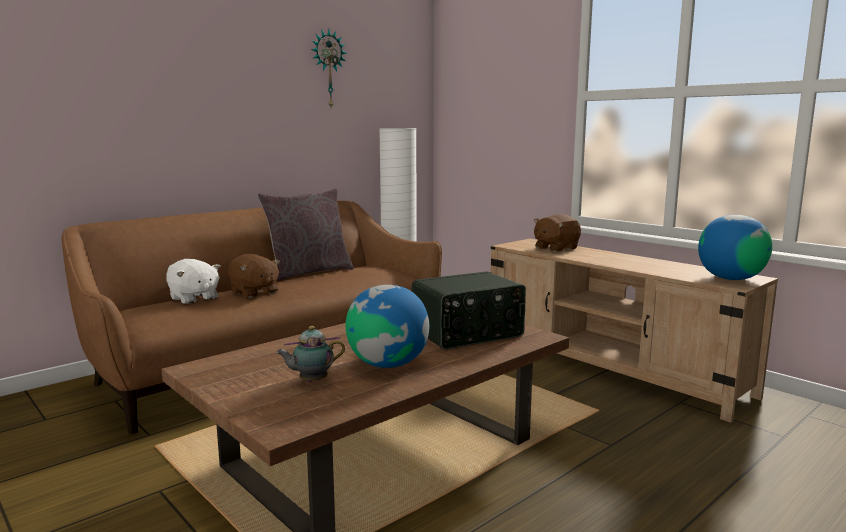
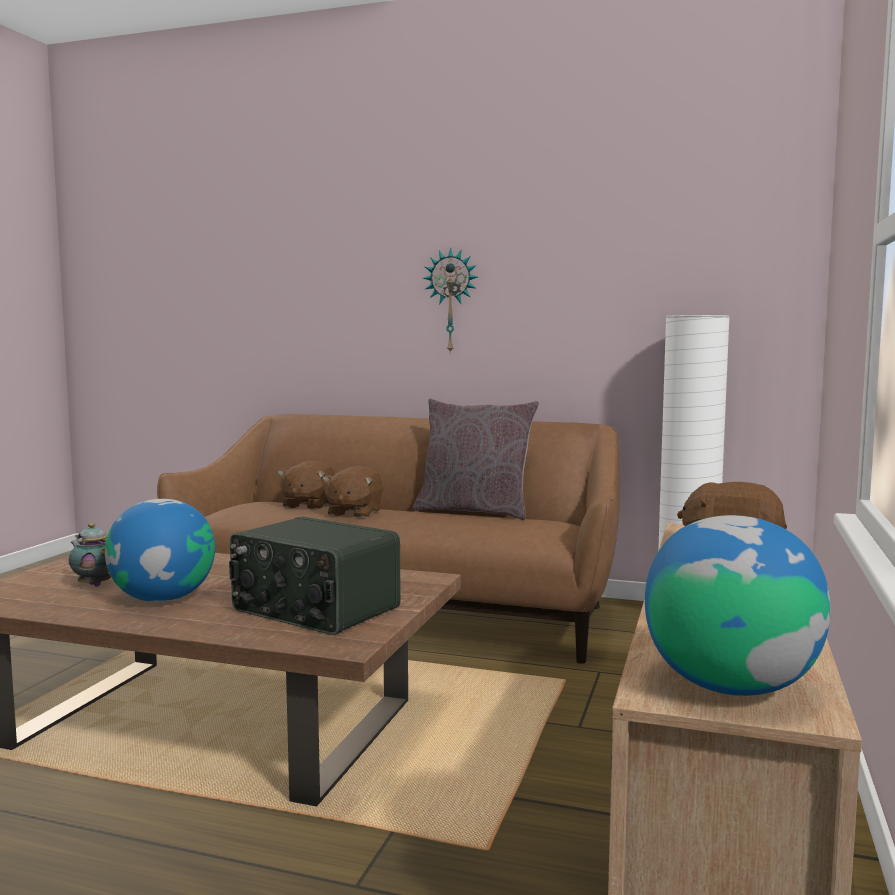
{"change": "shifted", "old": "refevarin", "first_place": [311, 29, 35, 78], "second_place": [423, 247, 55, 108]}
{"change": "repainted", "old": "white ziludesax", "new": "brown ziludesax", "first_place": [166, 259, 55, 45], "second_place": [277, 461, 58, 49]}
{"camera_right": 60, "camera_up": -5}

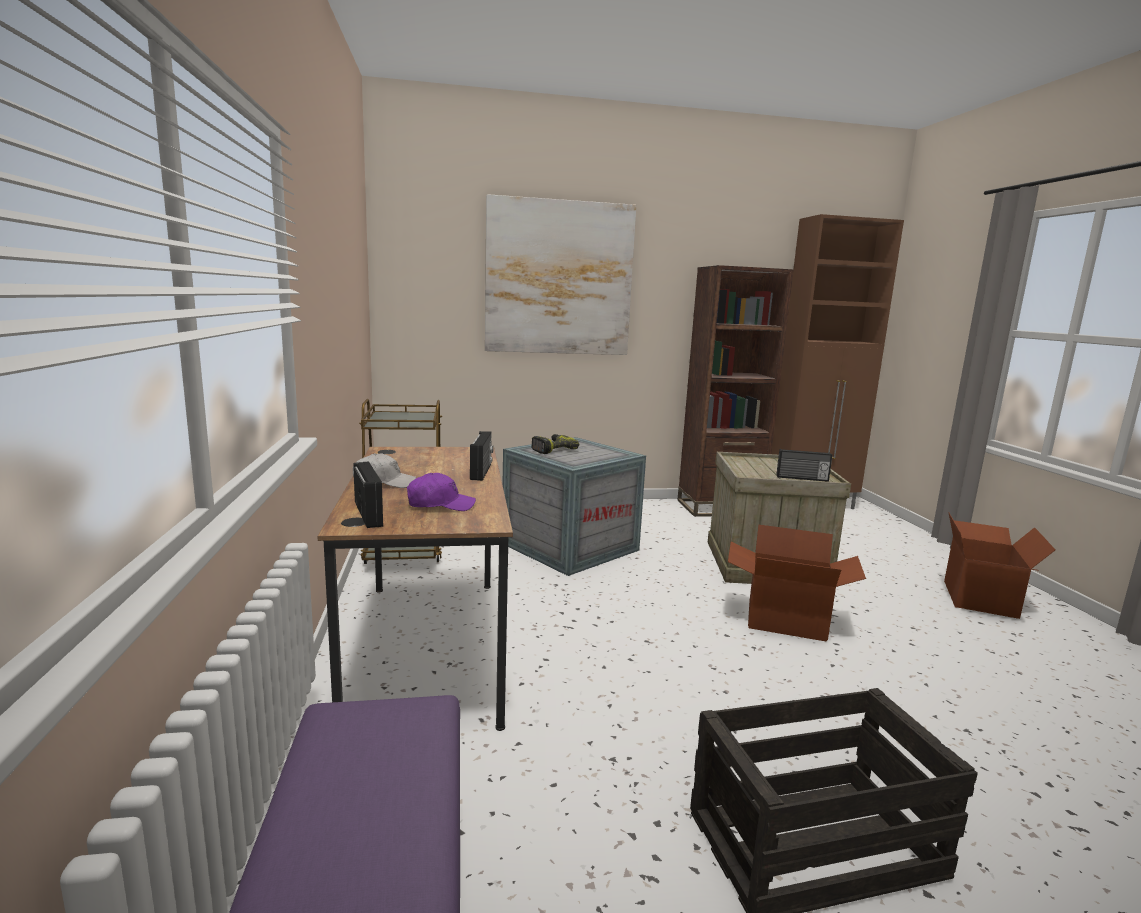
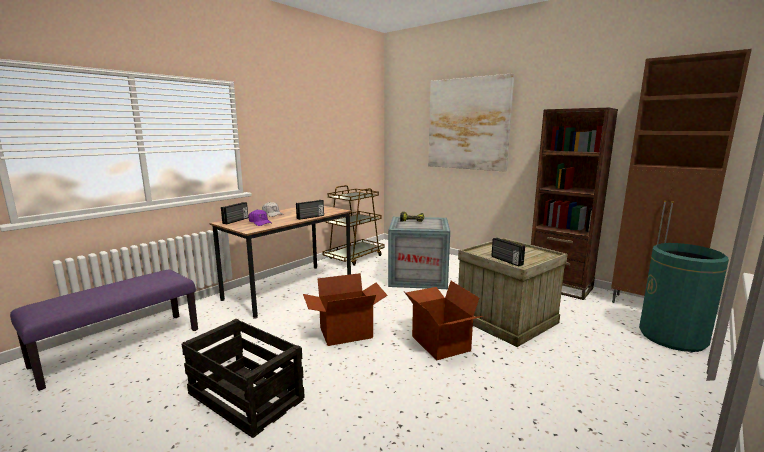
{"change": "shifted", "old": "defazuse", "first_place": [944, 512, 111, 107], "second_place": [303, 273, 85, 73]}
{"change": "new", "new": "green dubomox", "second_place": [639, 243, 90, 109]}
{"camera_right": 50, "camera_up": 0}

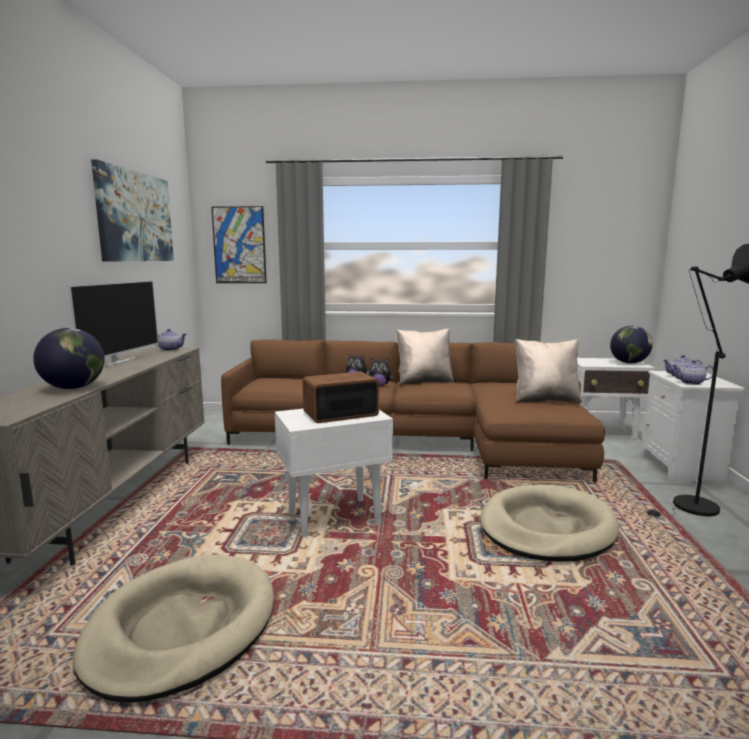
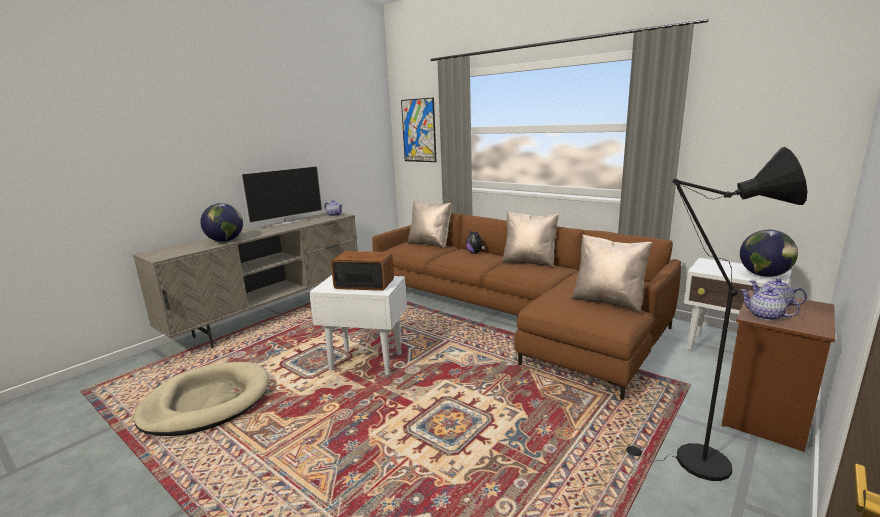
{"change": "gone", "old": "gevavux", "first_place": [91, 159, 83, 103]}
{"change": "gone", "old": "ziludesax", "first_place": [369, 359, 24, 27]}
{"change": "repainted", "old": "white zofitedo", "new": "brown zofitedo", "first_place": [641, 371, 104, 111], "second_place": [721, 290, 114, 162]}
{"change": "gone", "old": "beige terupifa", "first_place": [480, 485, 139, 76]}
{"change": "new", "new": "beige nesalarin", "second_place": [408, 200, 43, 48]}
{"camera_right": 35, "camera_up": 5}

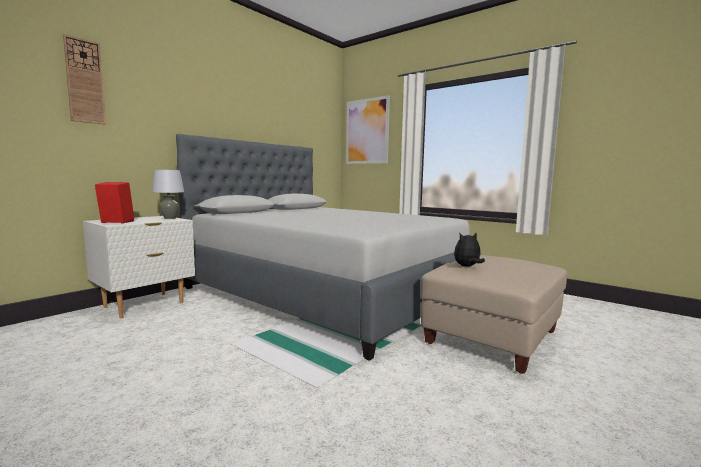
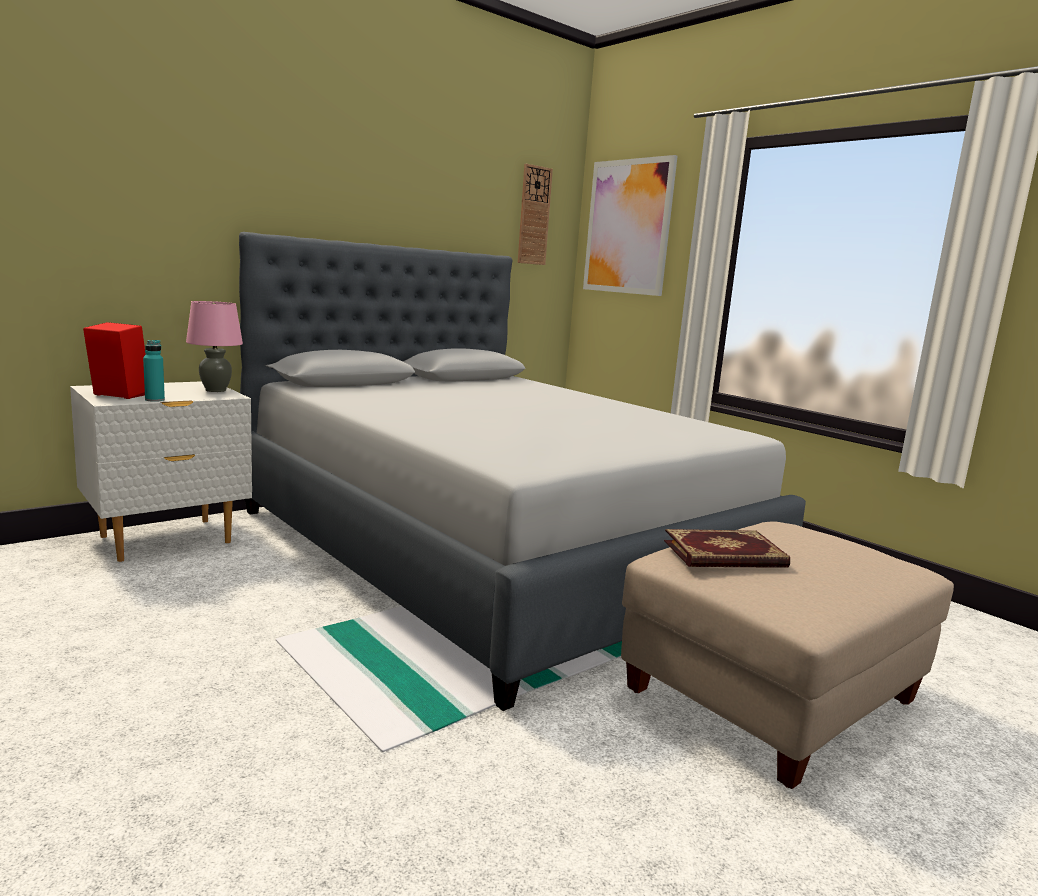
{"change": "shifted", "old": "refevarin", "first_place": [63, 34, 43, 91], "second_place": [518, 164, 35, 101]}
{"change": "repainted", "old": "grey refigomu", "new": "pink refigomu", "first_place": [152, 170, 32, 49], "second_place": [186, 301, 57, 91]}
{"change": "swapped", "old": "ziludesax", "new": "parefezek", "first_place": [454, 233, 31, 33], "second_place": [664, 529, 126, 39]}
{"change": "new", "new": "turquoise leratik", "second_place": [143, 340, 22, 62]}
{"camera_right": 10, "camera_up": 5}

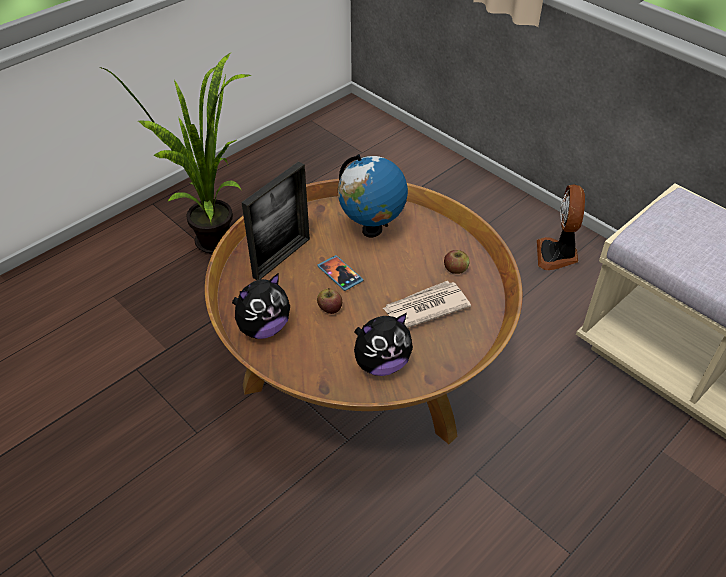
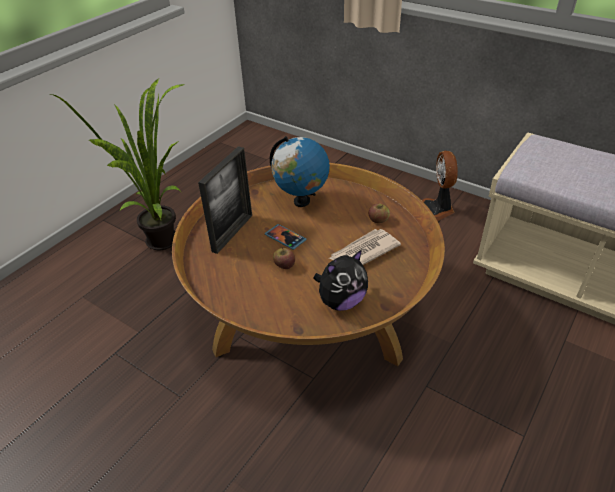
{"change": "gone", "old": "ziludesax", "first_place": [232, 273, 58, 66]}
{"camera_right": -10, "camera_up": -5}

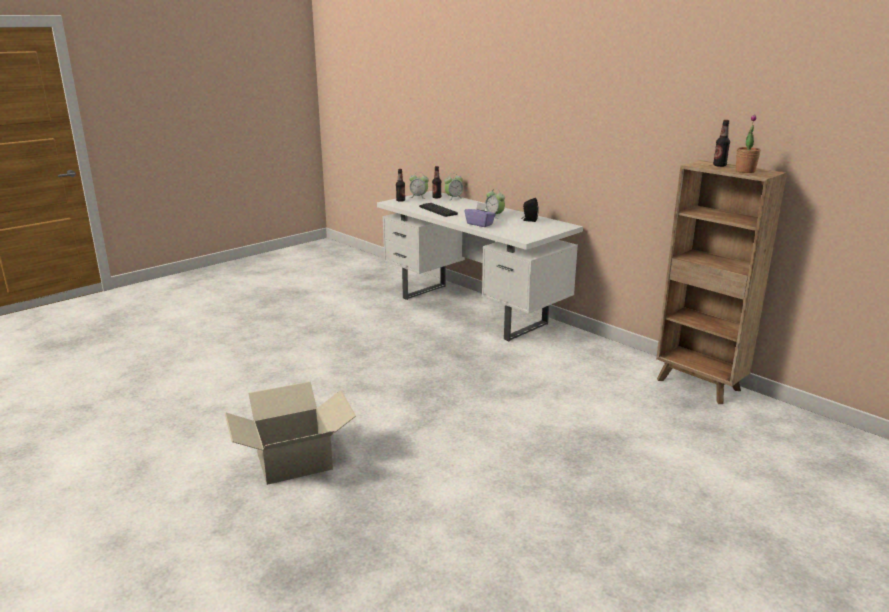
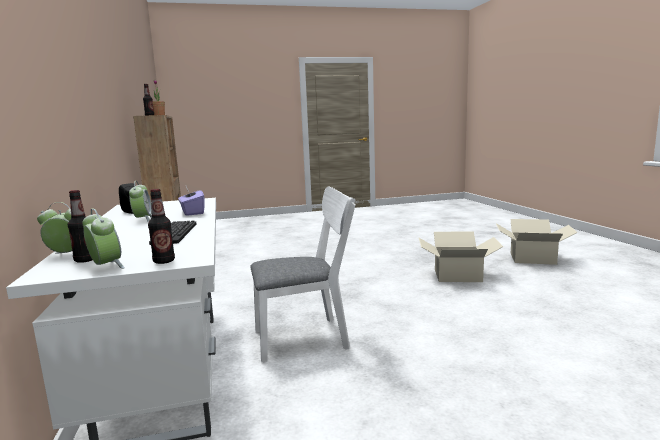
{"change": "new", "new": "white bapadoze", "second_place": [250, 186, 106, 176]}
{"change": "new", "new": "defazuse", "second_place": [496, 219, 82, 46]}
{"camera_right": -150, "camera_up": -10}

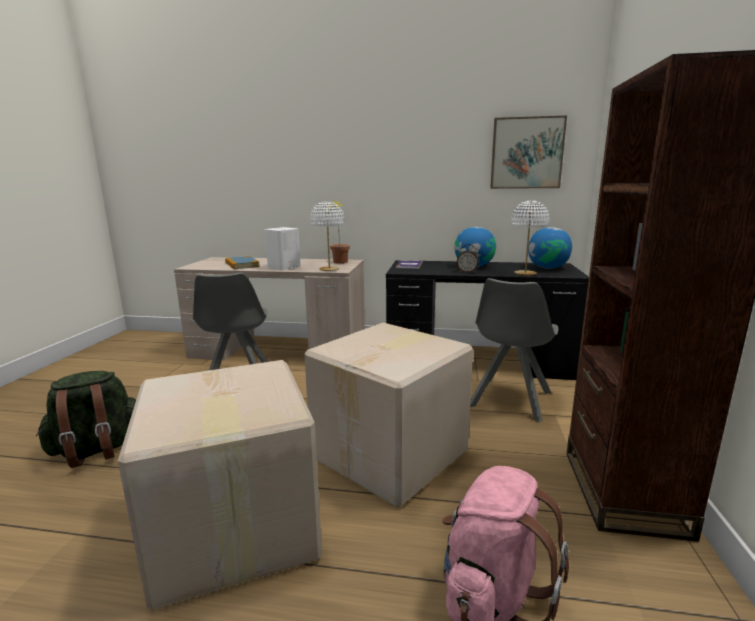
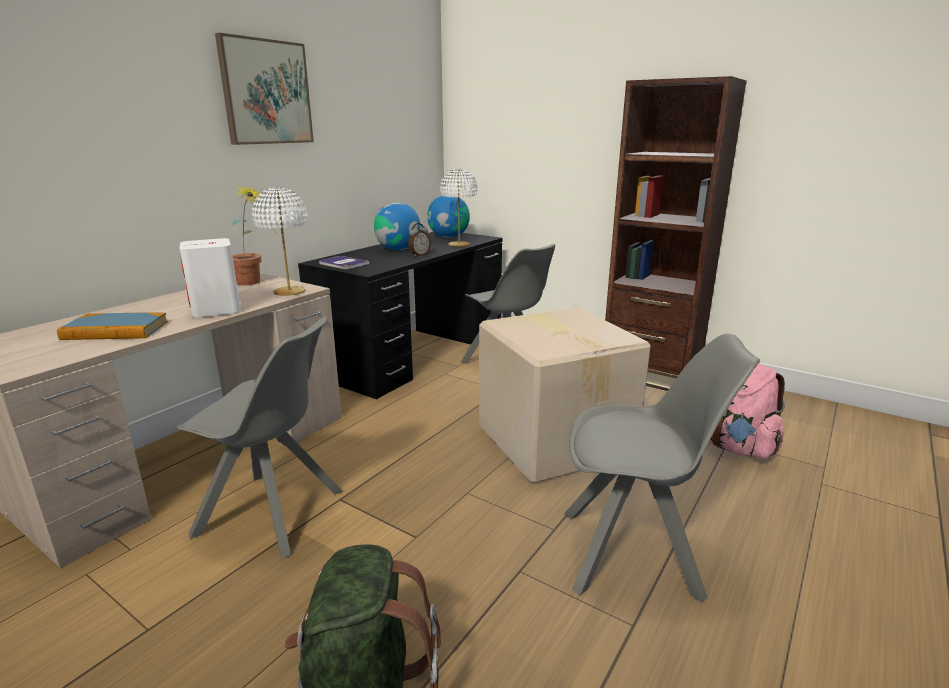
{"change": "shifted", "old": "gevavux", "first_place": [490, 116, 77, 73], "second_place": [215, 33, 99, 112]}
{"change": "swapped", "old": "defazuse", "new": "grey bapadoze", "first_place": [118, 360, 204, 250], "second_place": [564, 334, 196, 268]}
{"camera_right": -65, "camera_up": 5}

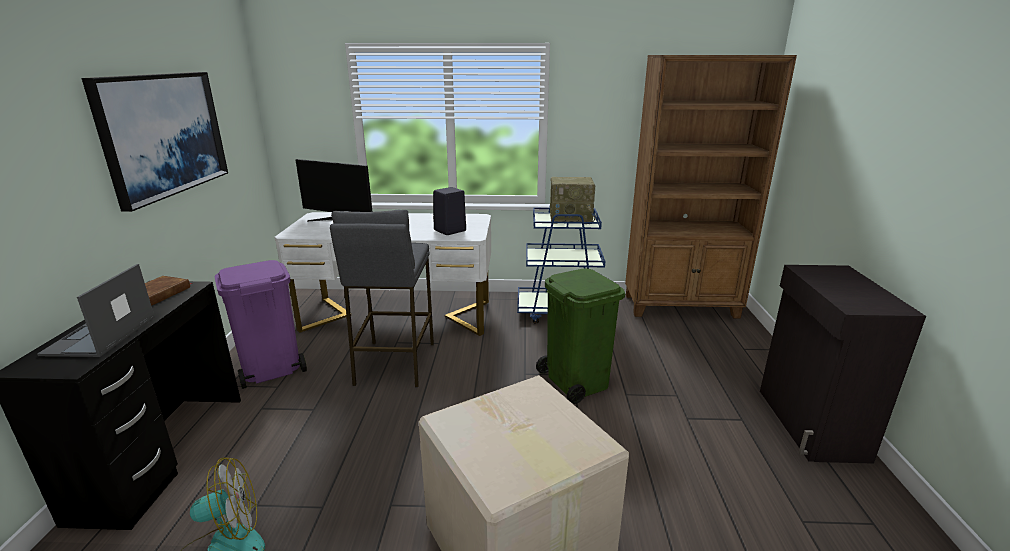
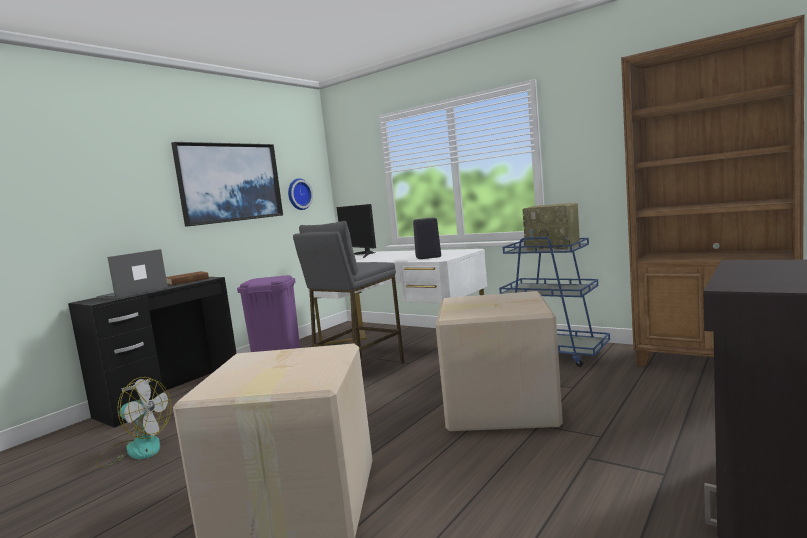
{"change": "swapped", "old": "green dubomox", "new": "defazuse", "first_place": [536, 268, 89, 136], "second_place": [436, 291, 127, 140]}
{"change": "new", "new": "refevarin", "second_place": [288, 178, 25, 32]}
{"camera_right": 35, "camera_up": -15}

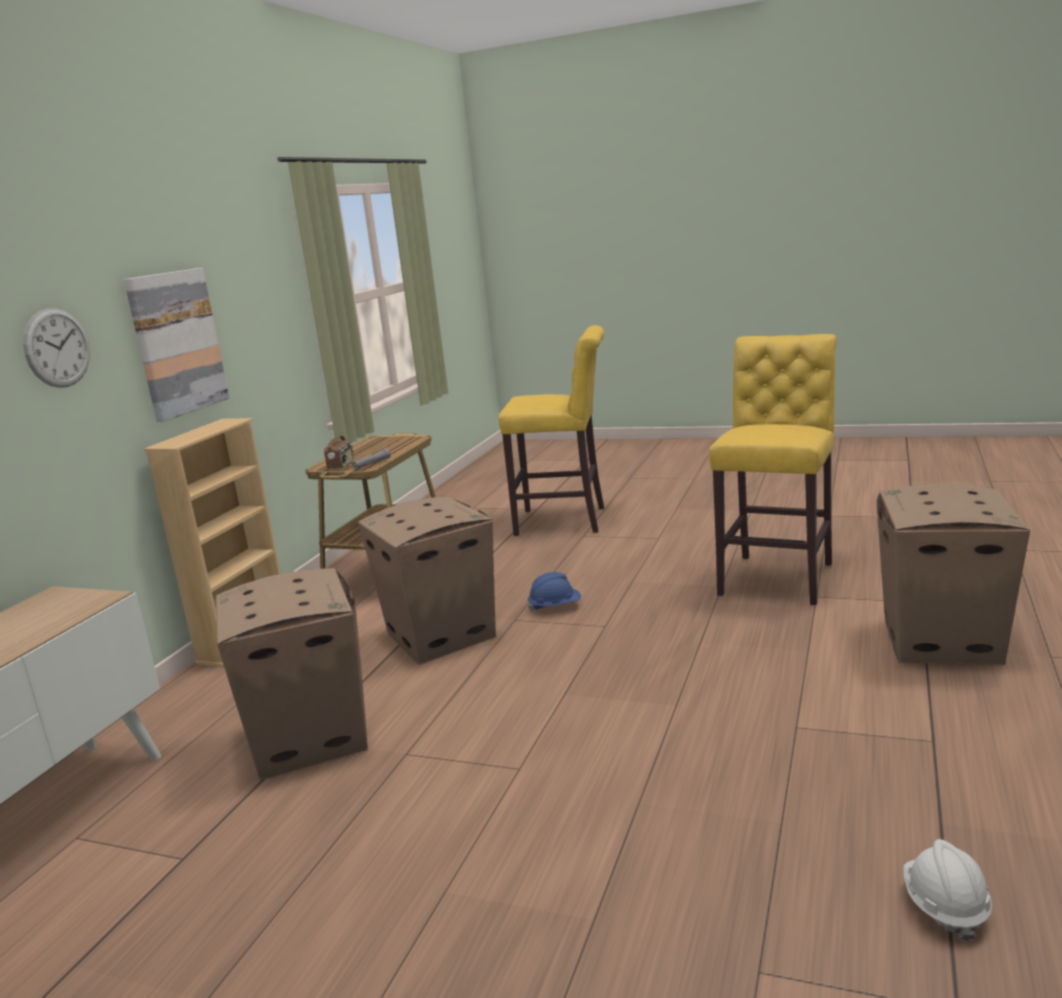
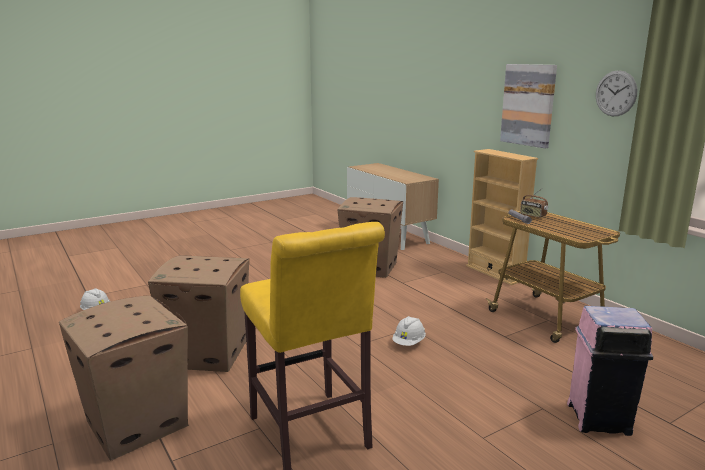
{"change": "shifted", "old": "refevarin", "first_place": [23, 308, 67, 80], "second_place": [596, 70, 41, 46]}
{"change": "swapped", "old": "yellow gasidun", "new": "pink dubomox", "first_place": [499, 325, 105, 211], "second_place": [567, 306, 86, 130]}
{"change": "shifted", "old": "defazuse", "first_place": [358, 496, 138, 169], "second_place": [148, 255, 101, 117]}
{"change": "repainted", "old": "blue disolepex", "new": "white disolepex", "first_place": [528, 572, 53, 39], "second_place": [392, 316, 34, 30]}
{"camera_right": 125, "camera_up": 0}

